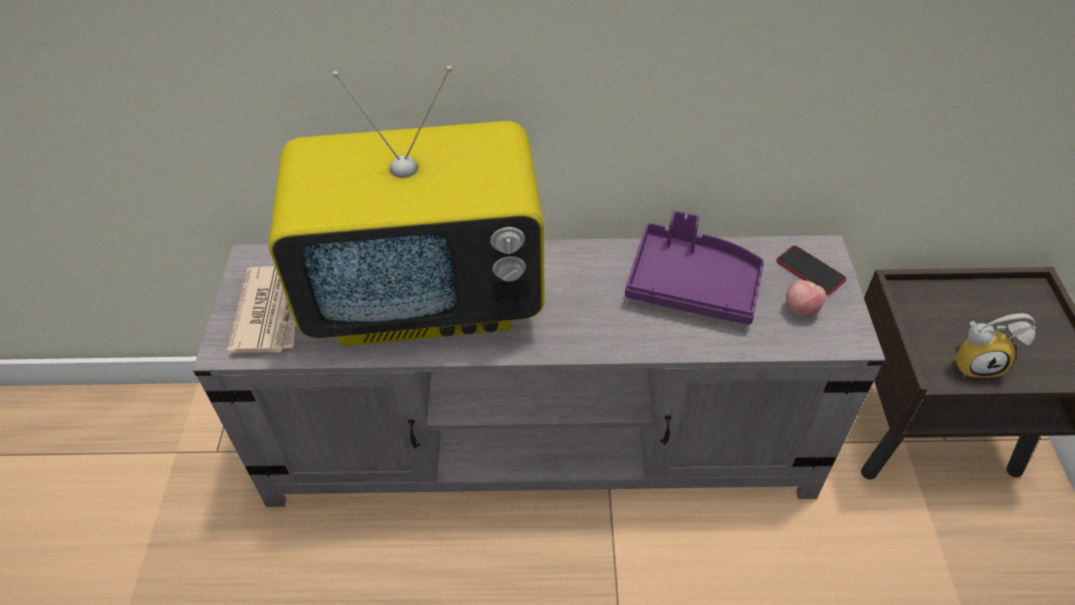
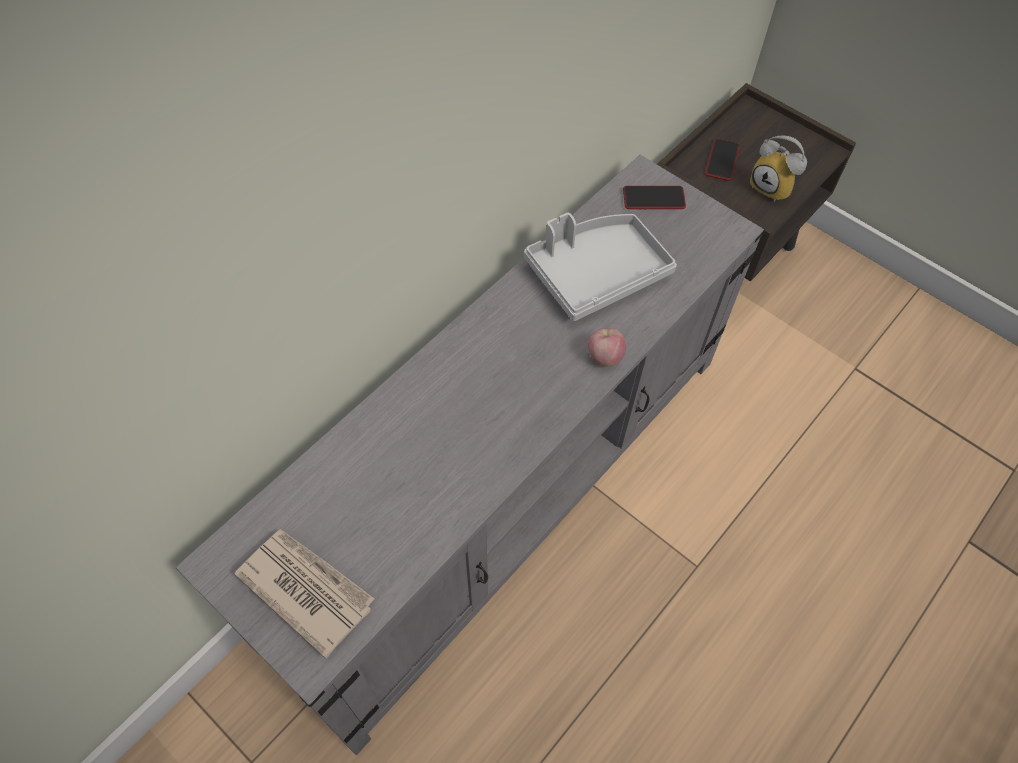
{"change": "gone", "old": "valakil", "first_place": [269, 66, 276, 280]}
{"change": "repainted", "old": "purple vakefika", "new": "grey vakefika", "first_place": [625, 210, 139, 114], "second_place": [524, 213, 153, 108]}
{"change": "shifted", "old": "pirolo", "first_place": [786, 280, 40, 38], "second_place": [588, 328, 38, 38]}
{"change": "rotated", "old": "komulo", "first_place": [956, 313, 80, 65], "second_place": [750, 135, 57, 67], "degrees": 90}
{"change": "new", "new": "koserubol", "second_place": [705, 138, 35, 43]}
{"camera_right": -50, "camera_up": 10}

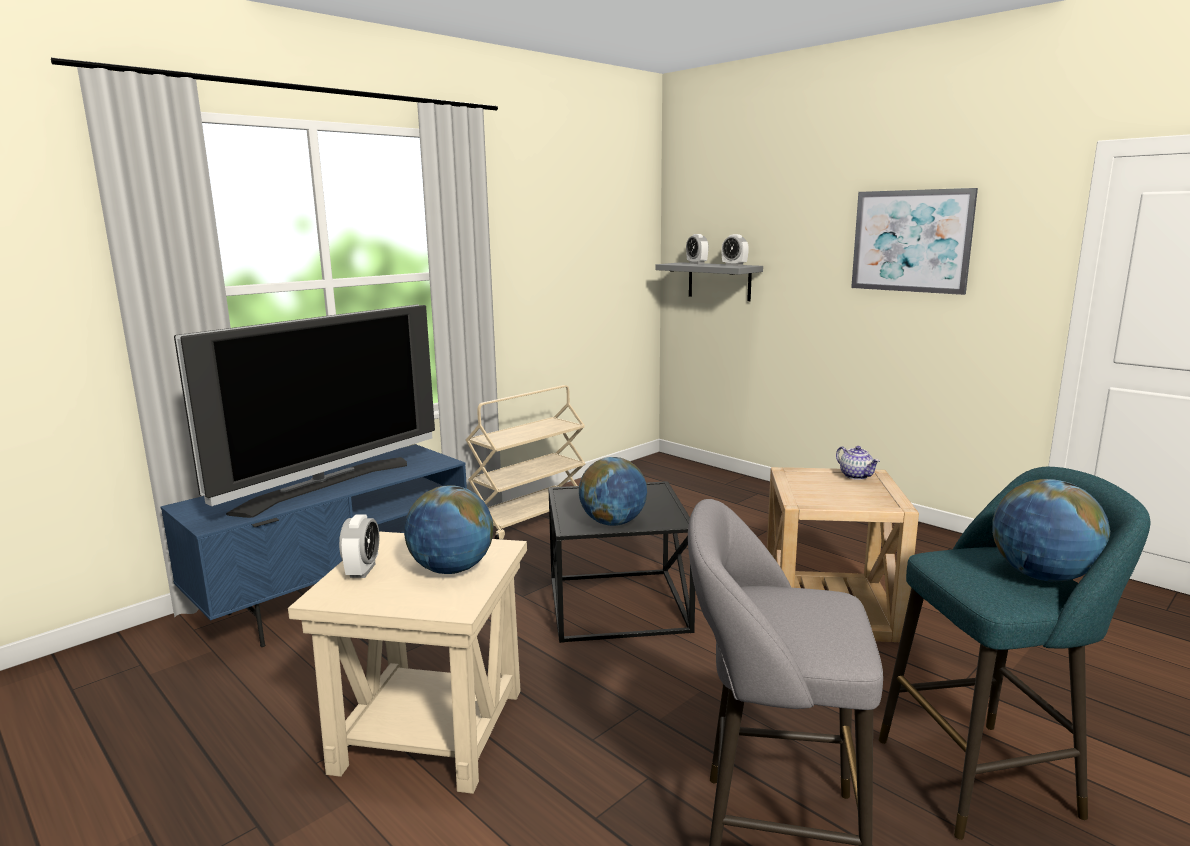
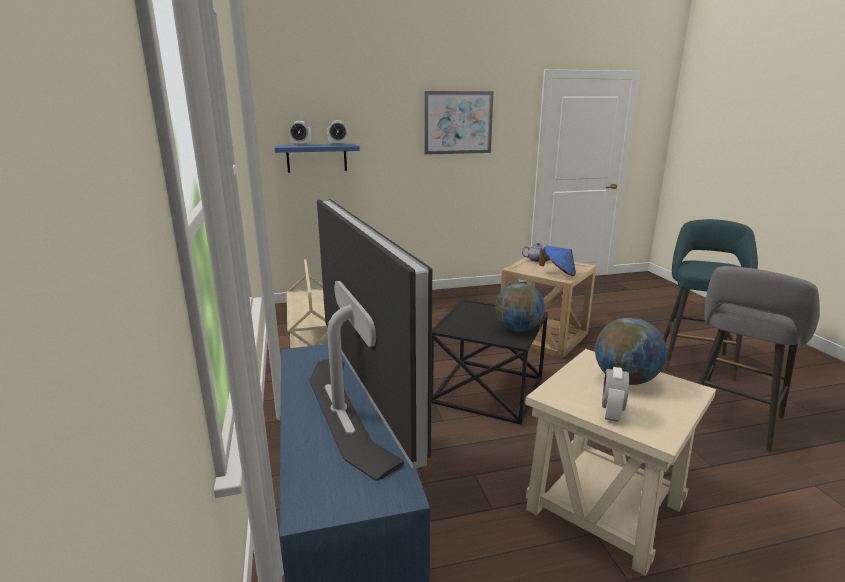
{"change": "repainted", "old": "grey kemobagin", "new": "blue kemobagin", "first_place": [656, 262, 107, 39], "second_place": [275, 144, 85, 29]}
{"change": "gone", "old": "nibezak", "first_place": [992, 479, 118, 103]}
{"change": "rotated", "old": "komulo", "first_place": [339, 514, 41, 64], "second_place": [602, 367, 27, 55], "degrees": -105}
{"change": "new", "new": "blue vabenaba", "second_place": [539, 246, 37, 30]}
{"camera_right": -60, "camera_up": 5}

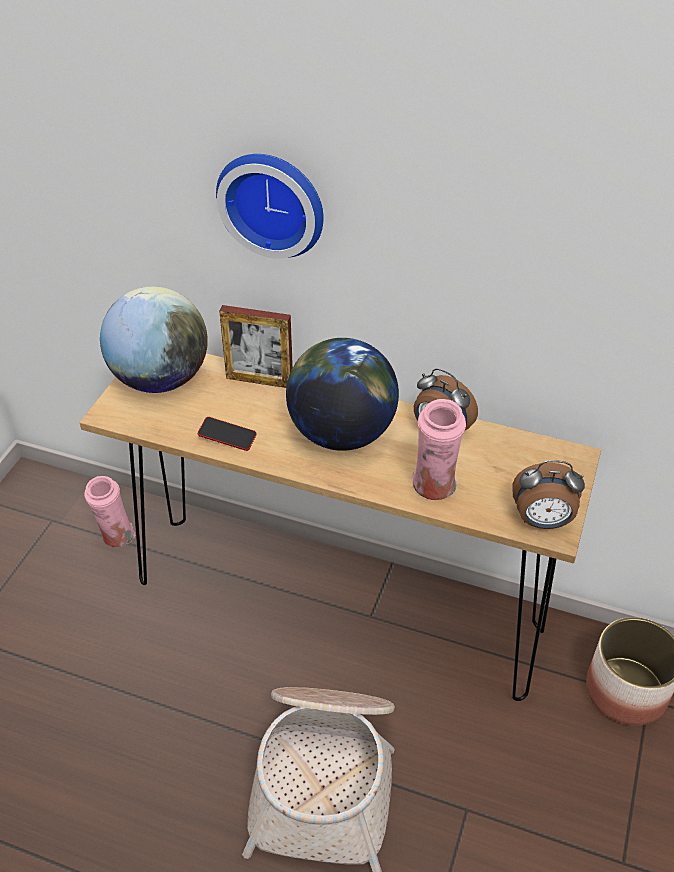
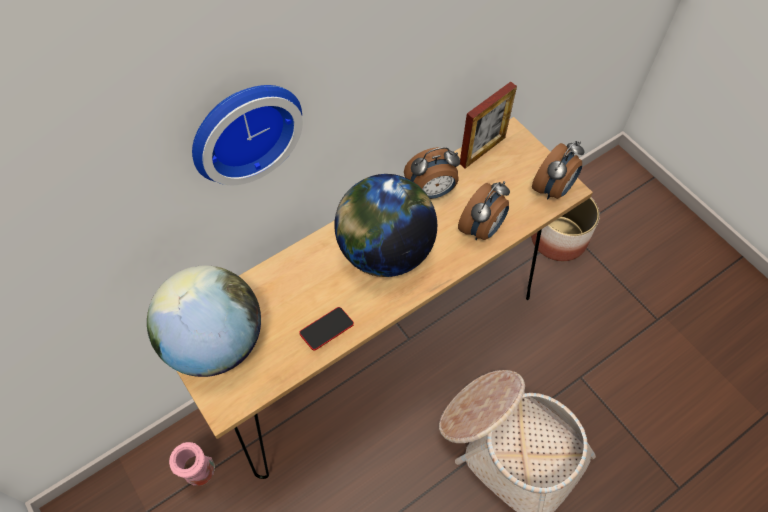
{"change": "shifted", "old": "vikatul", "first_place": [219, 305, 74, 83], "second_place": [460, 82, 57, 86]}
{"change": "swapped", "old": "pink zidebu", "new": "komulo", "first_place": [412, 399, 54, 101], "second_place": [458, 181, 52, 59]}
{"camera_right": -55, "camera_up": 15}

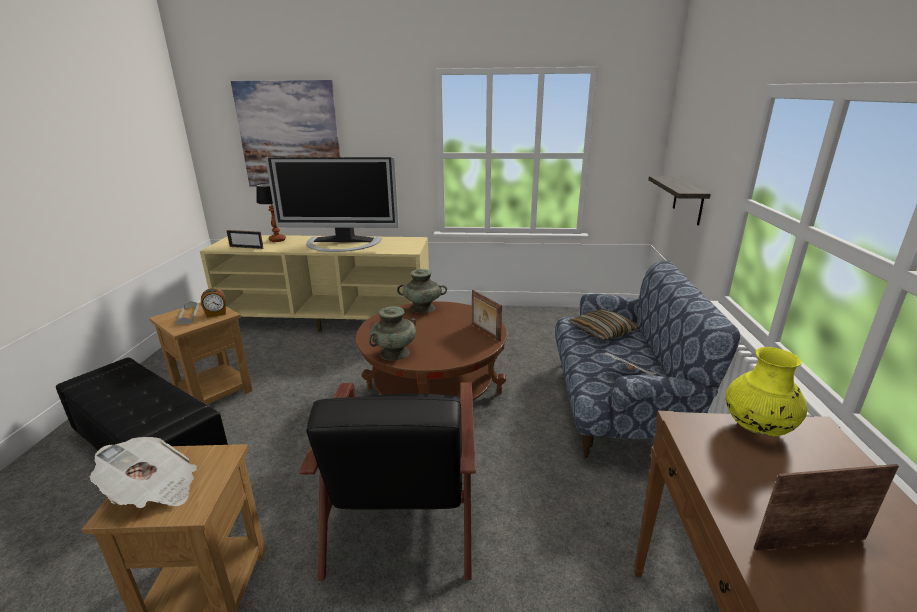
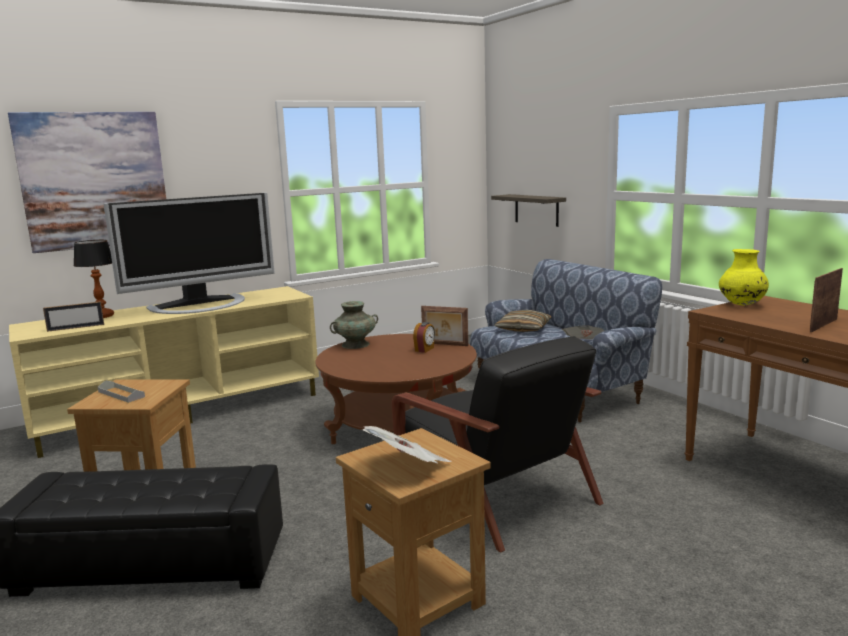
{"change": "shifted", "old": "komulo", "first_place": [201, 288, 25, 30], "second_place": [413, 322, 22, 31]}
{"change": "gone", "old": "turquoise zidebu", "first_place": [369, 306, 47, 54]}
{"camera_right": -35, "camera_up": -10}

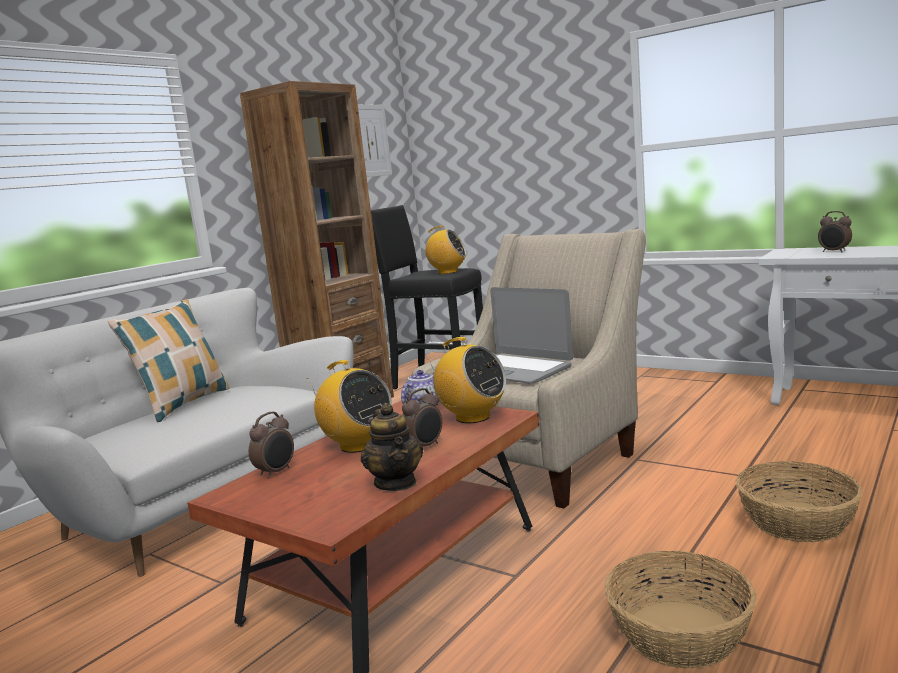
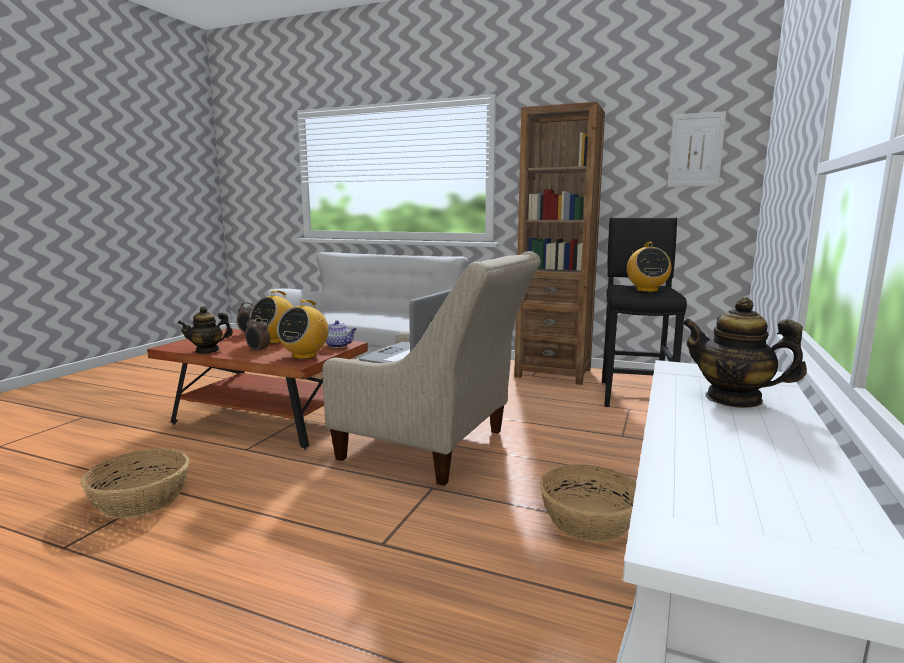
{"change": "swapped", "old": "komulo", "new": "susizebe", "first_place": [818, 211, 34, 41], "second_place": [682, 297, 125, 111]}
{"change": "gone", "old": "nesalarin", "first_place": [108, 299, 121, 123]}
{"change": "shifted", "old": "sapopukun", "first_place": [736, 461, 126, 81], "second_place": [539, 465, 97, 77]}
{"camera_right": 75, "camera_up": 0}

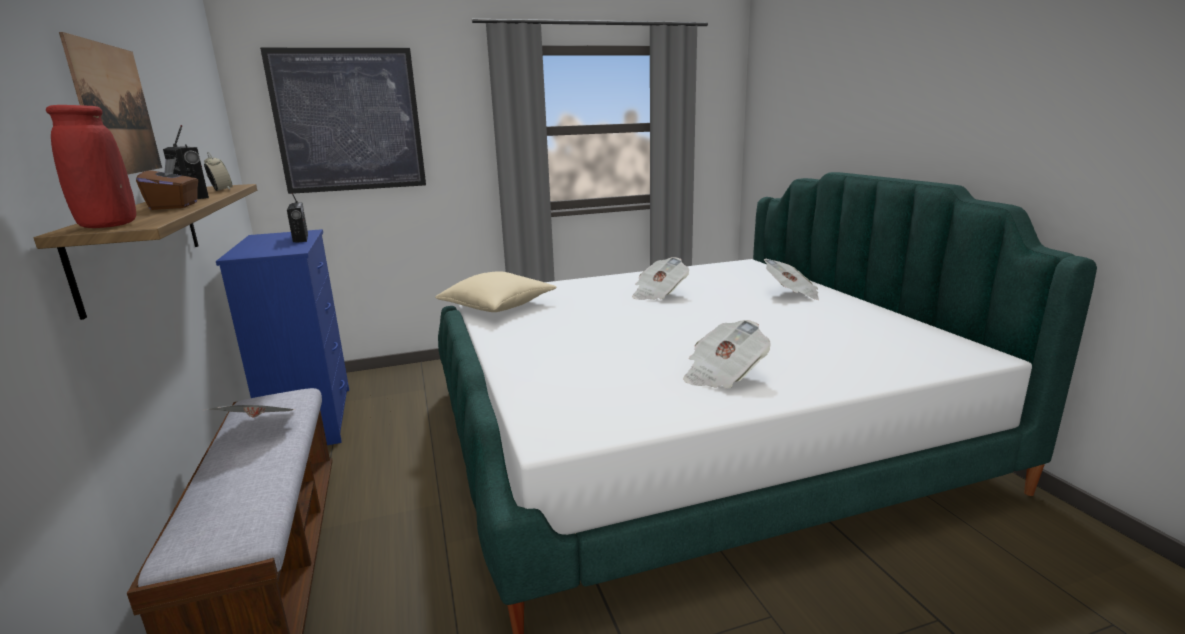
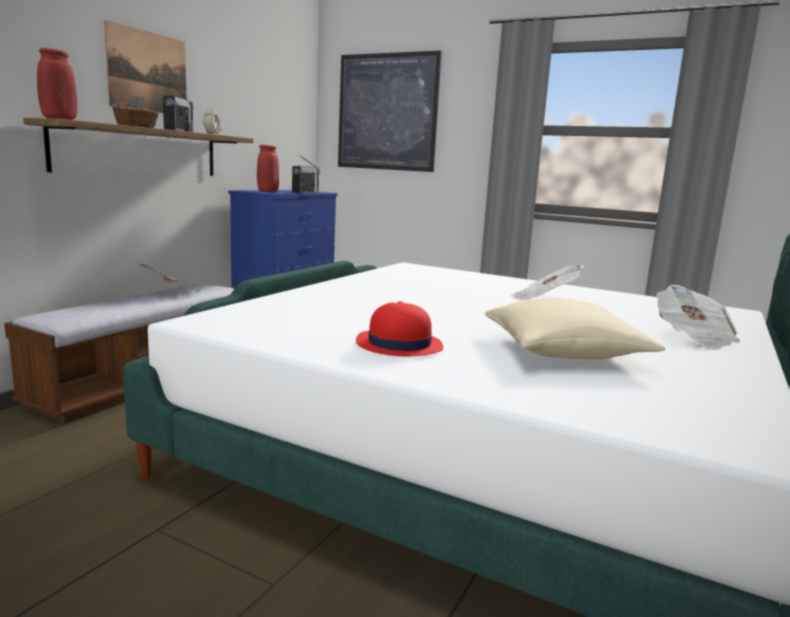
{"change": "shifted", "old": "beige nesalarin", "first_place": [435, 271, 122, 41], "second_place": [485, 298, 180, 61]}
{"change": "swapped", "old": "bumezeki", "new": "red vabenaba", "first_place": [683, 320, 87, 69], "second_place": [356, 301, 87, 55]}
{"change": "new", "new": "red zidebu", "second_place": [257, 145, 22, 47]}
{"camera_right": 45, "camera_up": -5}

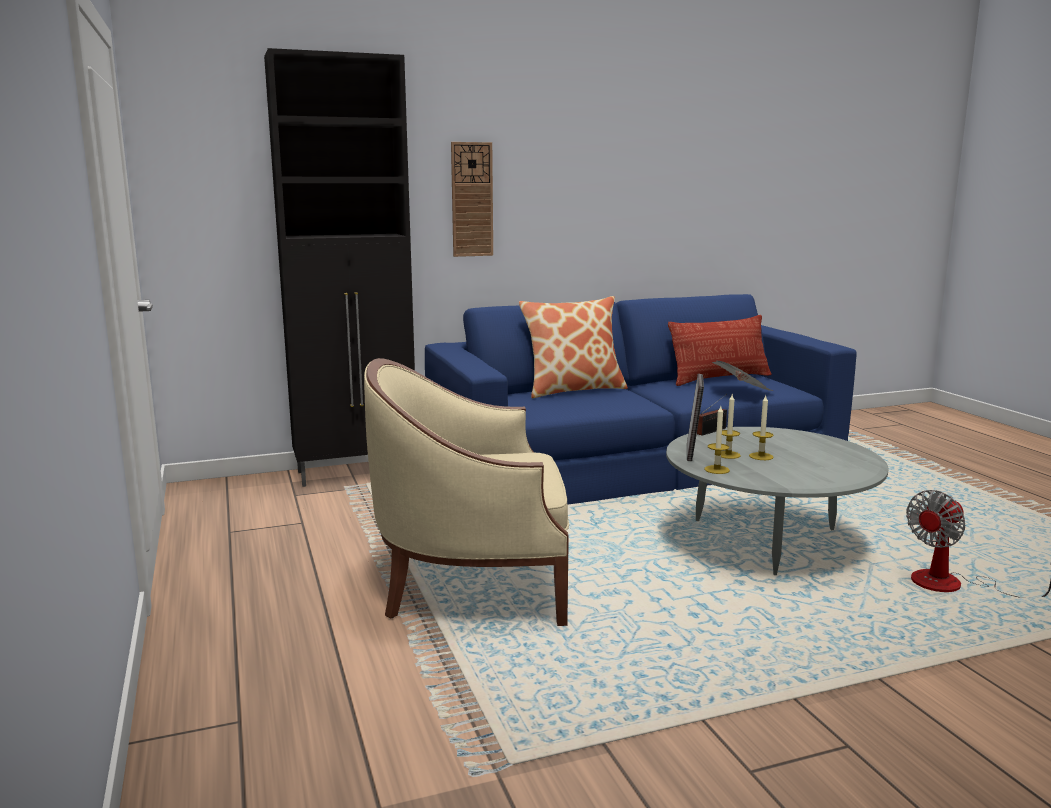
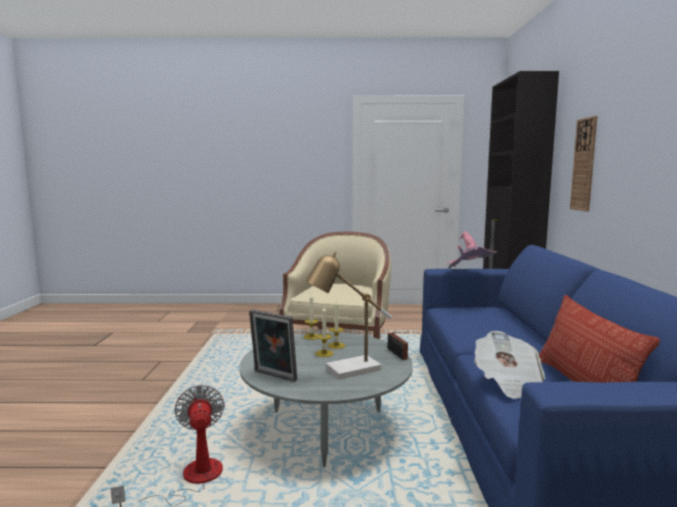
{"change": "gone", "old": "nesalarin", "first_place": [519, 296, 109, 102]}
{"change": "shifted", "old": "vikatul", "first_place": [687, 374, 17, 87], "second_place": [249, 310, 48, 72]}
{"change": "new", "new": "pink vabenaba", "second_place": [446, 231, 51, 37]}
{"change": "new", "new": "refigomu", "second_place": [305, 252, 87, 128]}
{"camera_right": 110, "camera_up": -5}

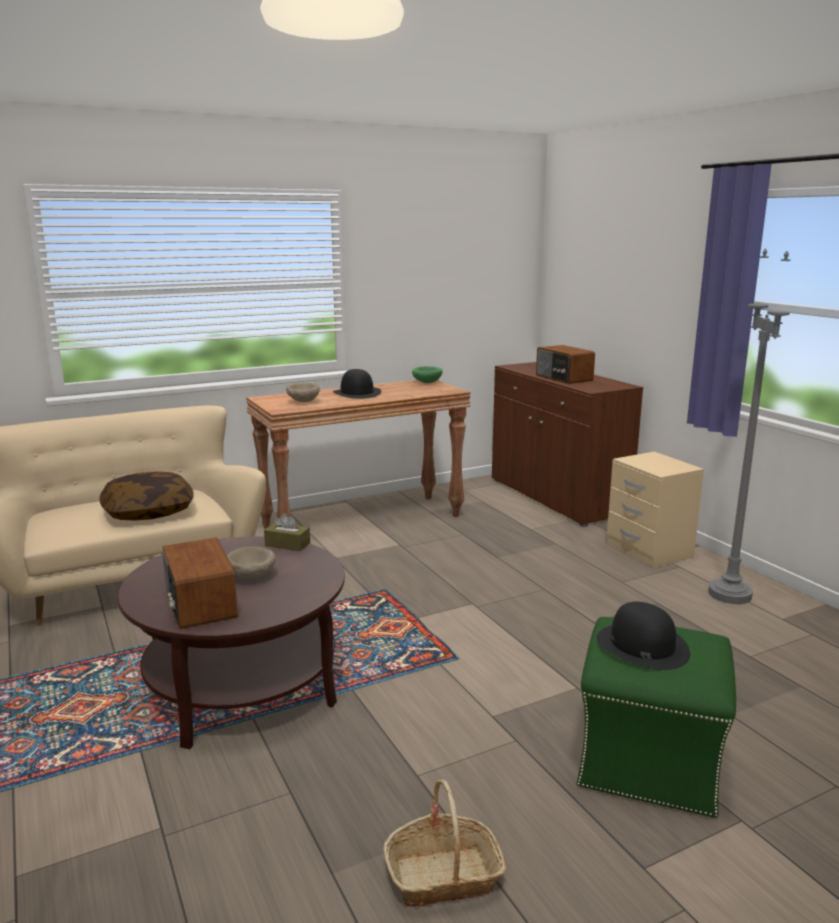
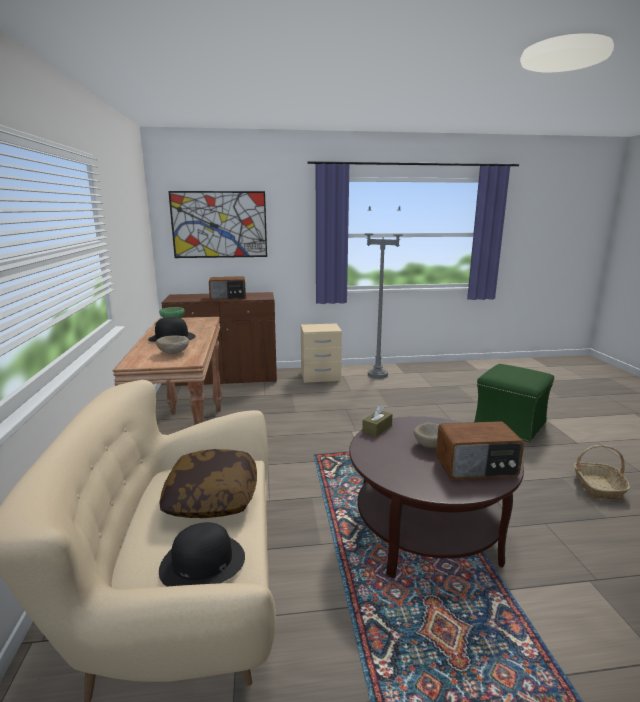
{"change": "shifted", "old": "black vabenaba", "first_place": [596, 602, 94, 68], "second_place": [159, 522, 86, 64]}
{"change": "new", "new": "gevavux", "second_place": [168, 191, 99, 67]}
{"camera_right": -70, "camera_up": 0}

